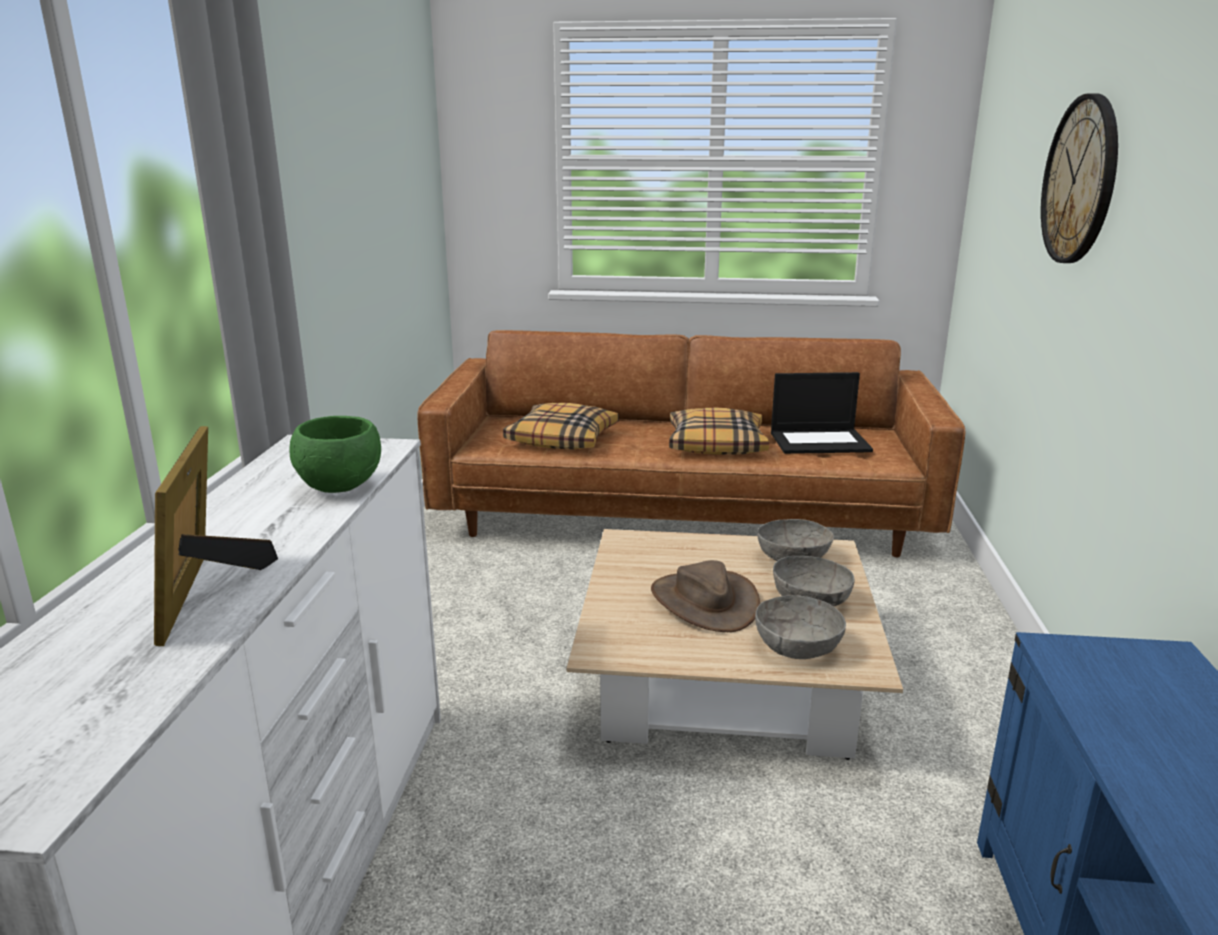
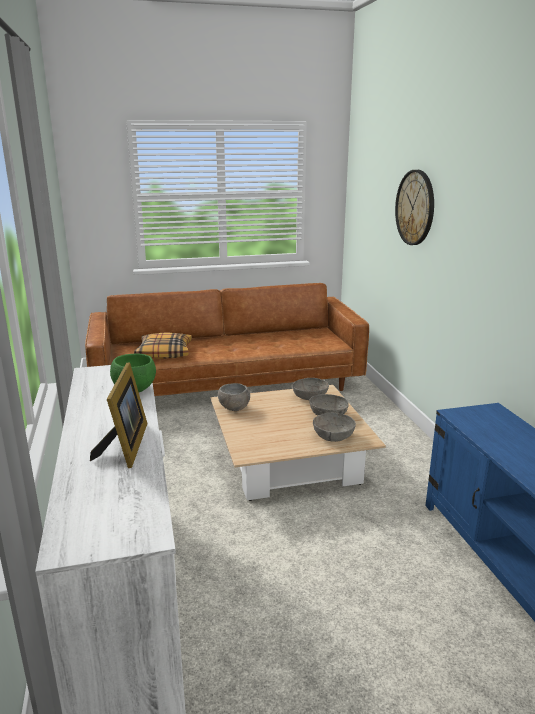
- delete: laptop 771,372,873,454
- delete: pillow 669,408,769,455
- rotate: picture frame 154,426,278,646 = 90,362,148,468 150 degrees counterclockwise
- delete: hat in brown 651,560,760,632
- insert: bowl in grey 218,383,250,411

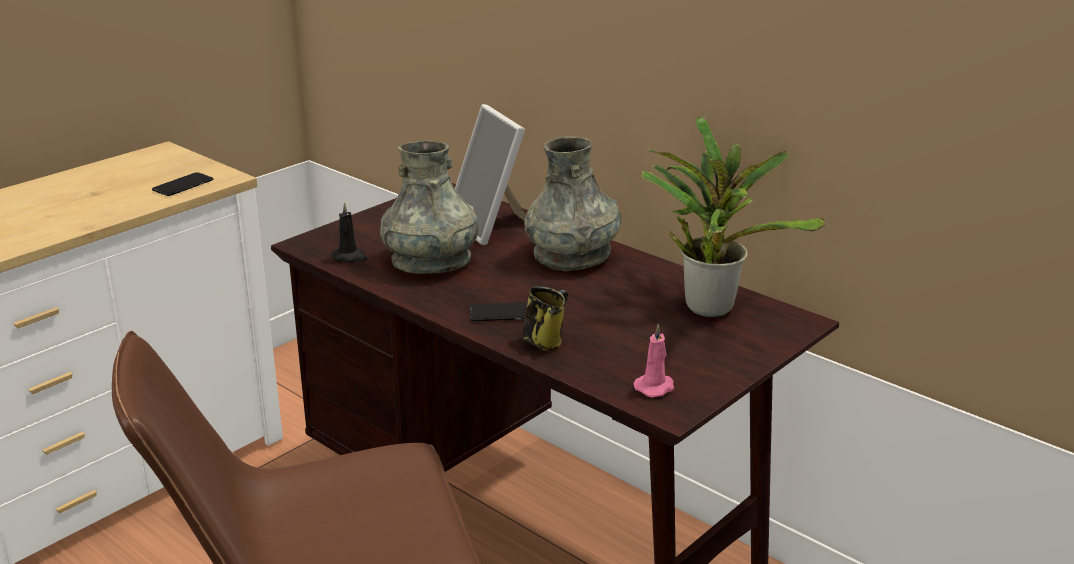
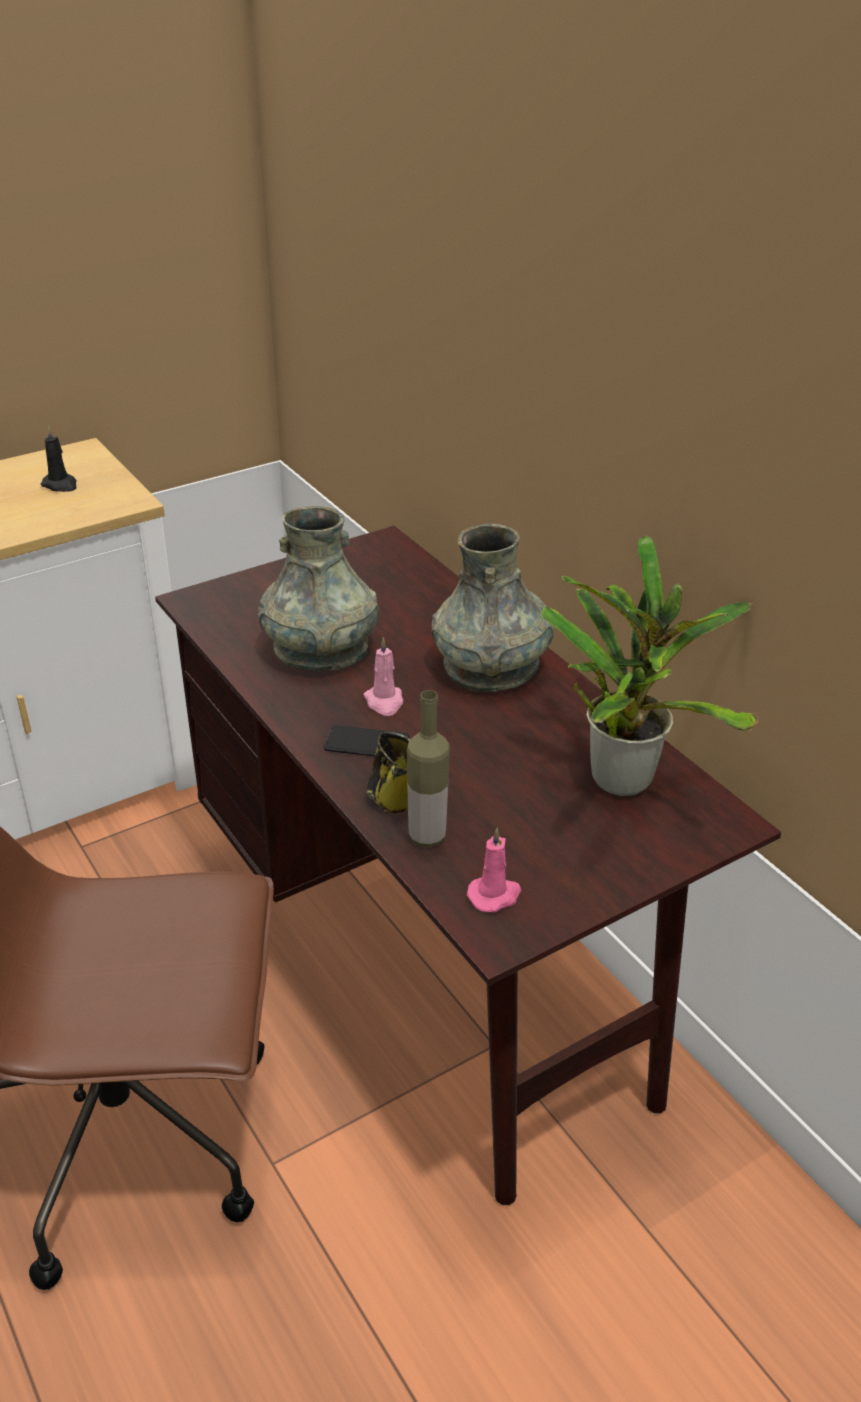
- delete: picture frame 455,104,526,245
- delete: phone 152,172,213,196
- move: candle in black 331,202,367,263 to 41,426,76,492
- insert: candle in pink 364,637,403,716
- insert: bottle 407,690,450,847

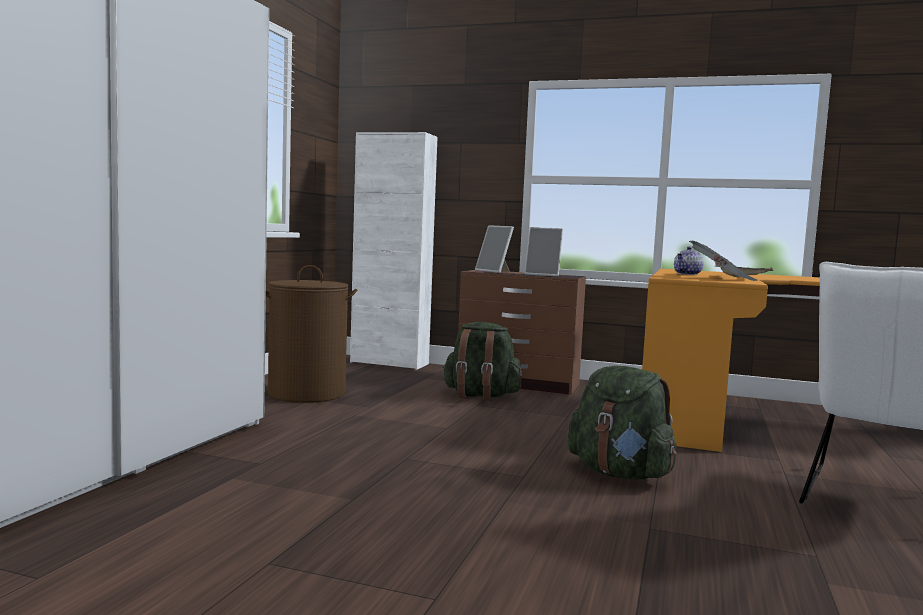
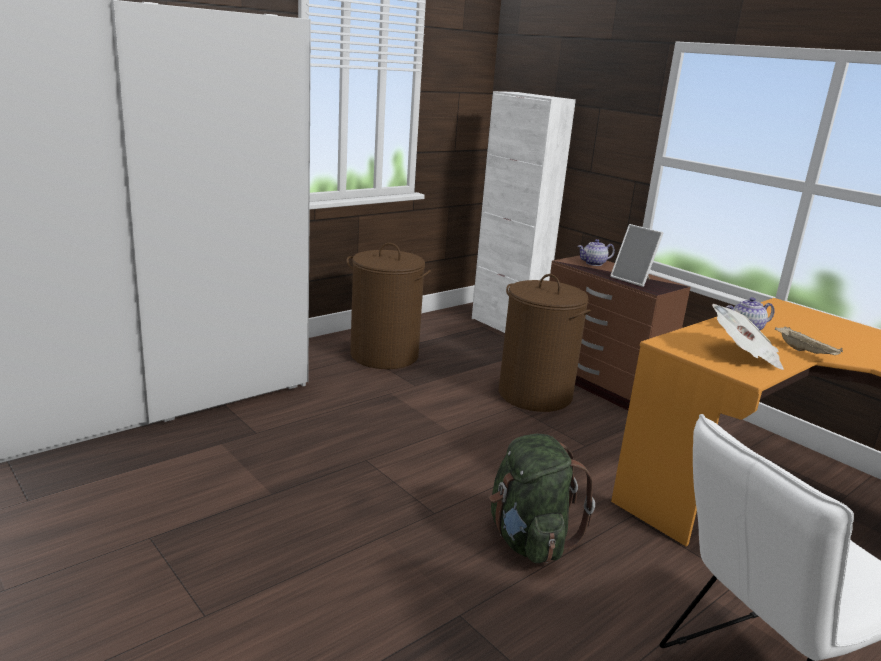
- replace: picture frame 475,225,514,273 to teapot 578,239,615,266
- replace: backpack in green 443,322,522,401 to laundry basket in brown 498,274,591,412

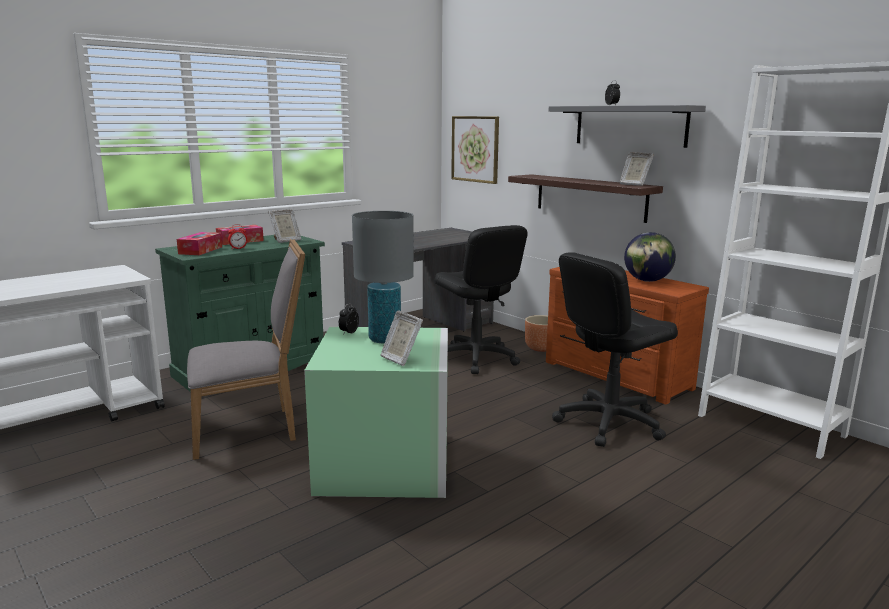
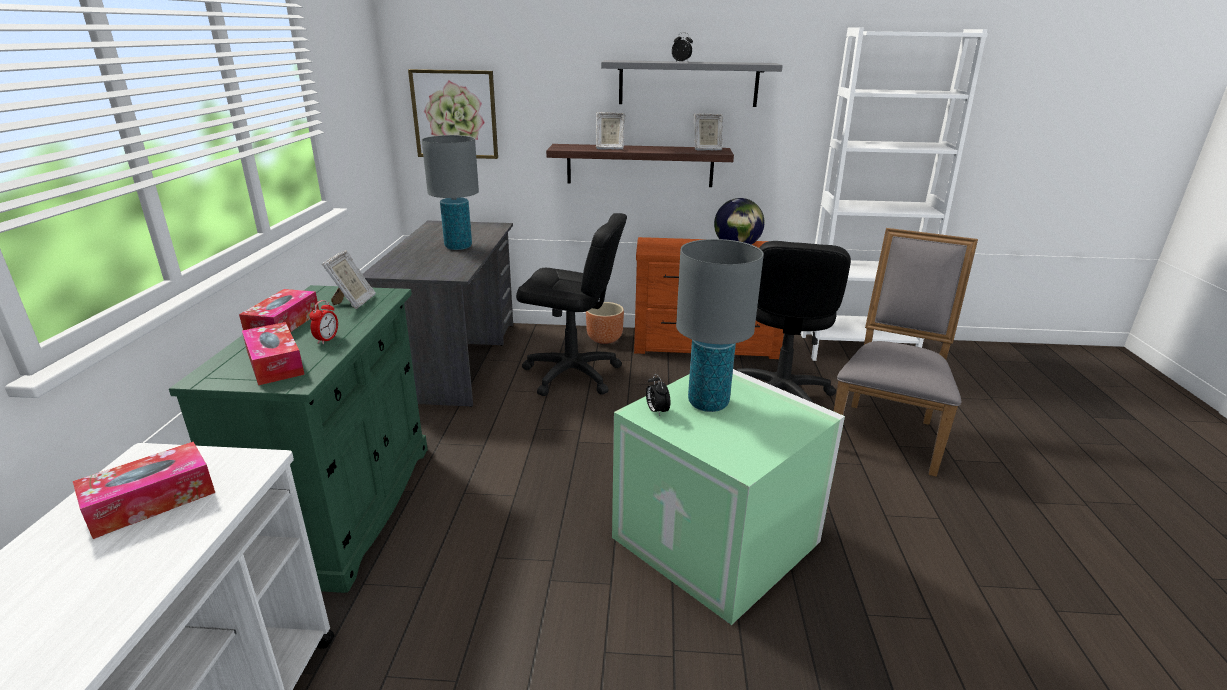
- move: chair in grey 187,239,305,460 to 834,228,978,477
- move: picture frame 381,311,423,366 to 596,112,625,149
- insert: table lamp in grey 421,135,479,250
- insert: tissue box 73,442,215,539

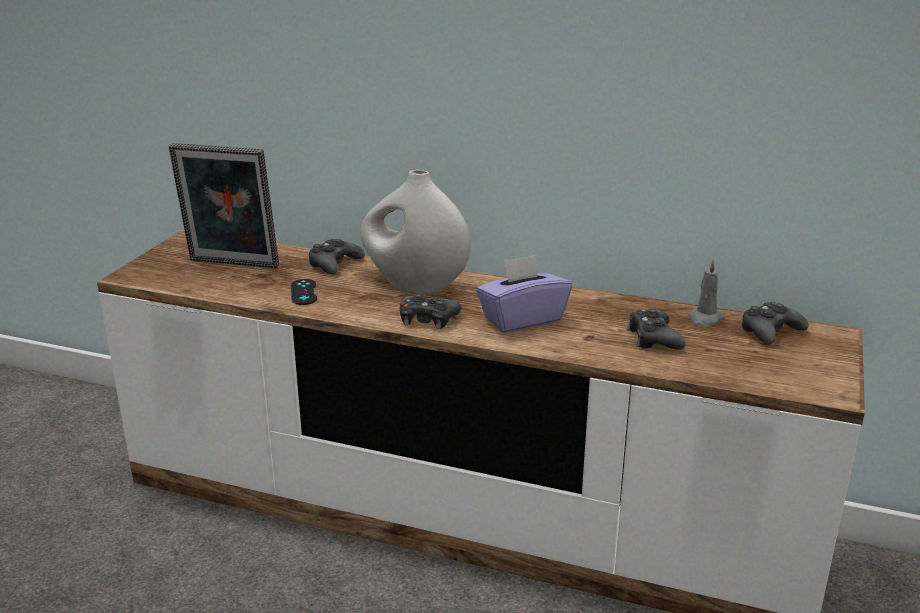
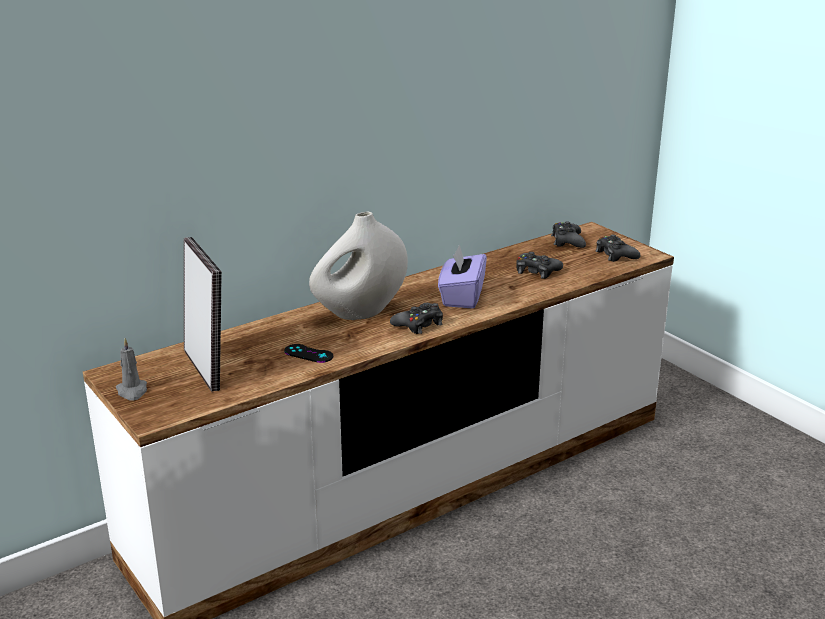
- rotate: picture frame 169,143,279,268 = 184,237,222,392 75 degrees counterclockwise
- move: game controller in black 309,239,365,274 to 596,235,640,262
- move: candle in grey 689,260,724,327 to 116,338,147,401

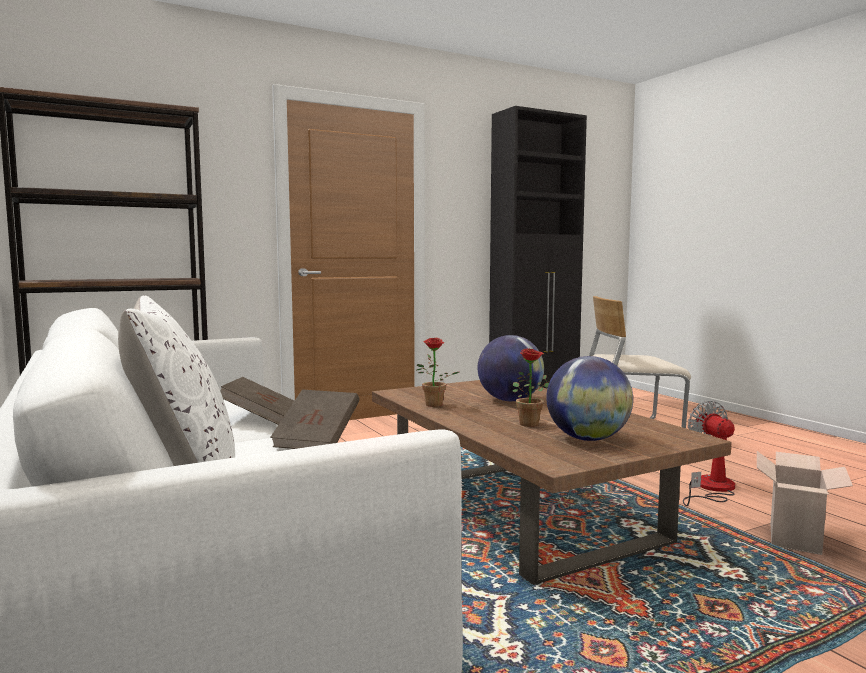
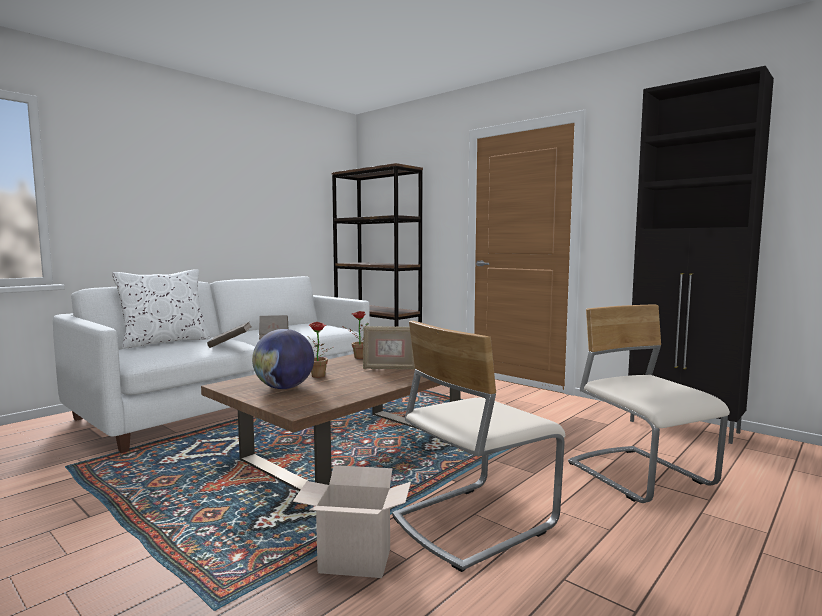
- replace: globe 478,335,544,401 to picture frame 363,326,415,369
- replace: fan 683,401,735,506 to chair in beige 392,321,566,572

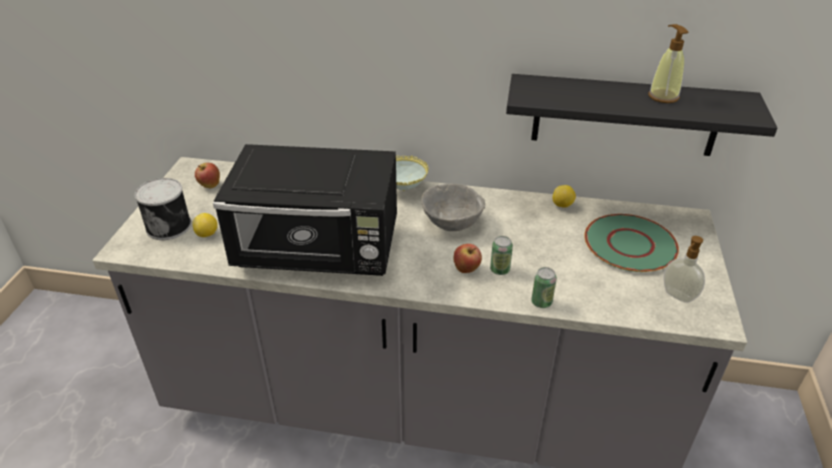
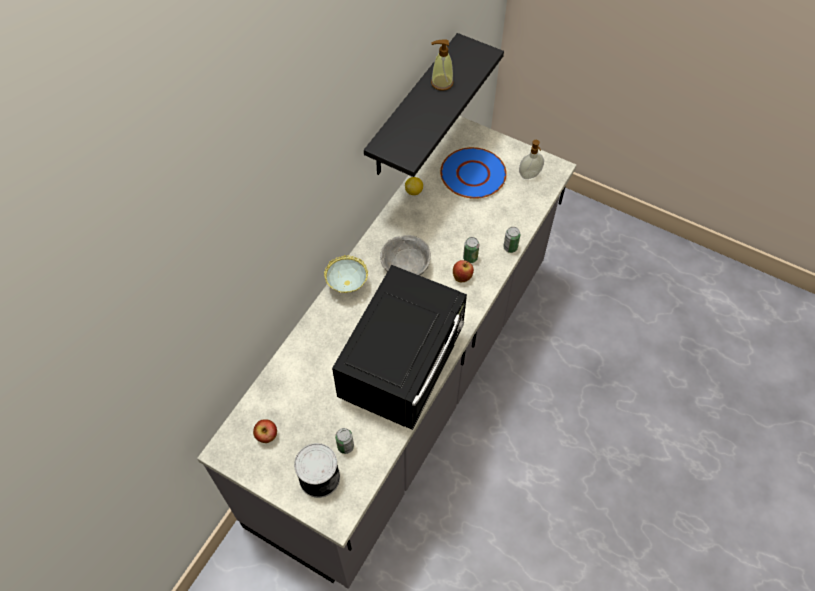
- replace: lemon 192,213,217,237 to can 335,428,354,454
- recolor: plate in green 584,214,679,272 to plate in blue 440,147,507,199

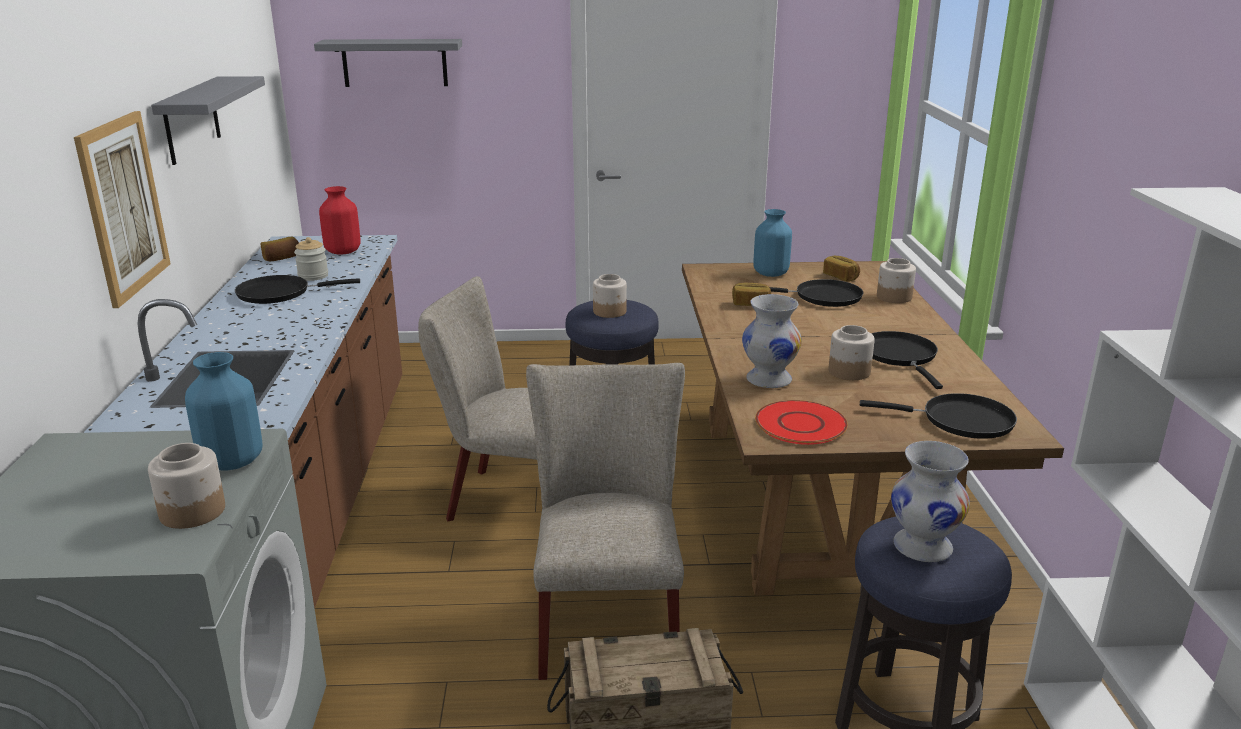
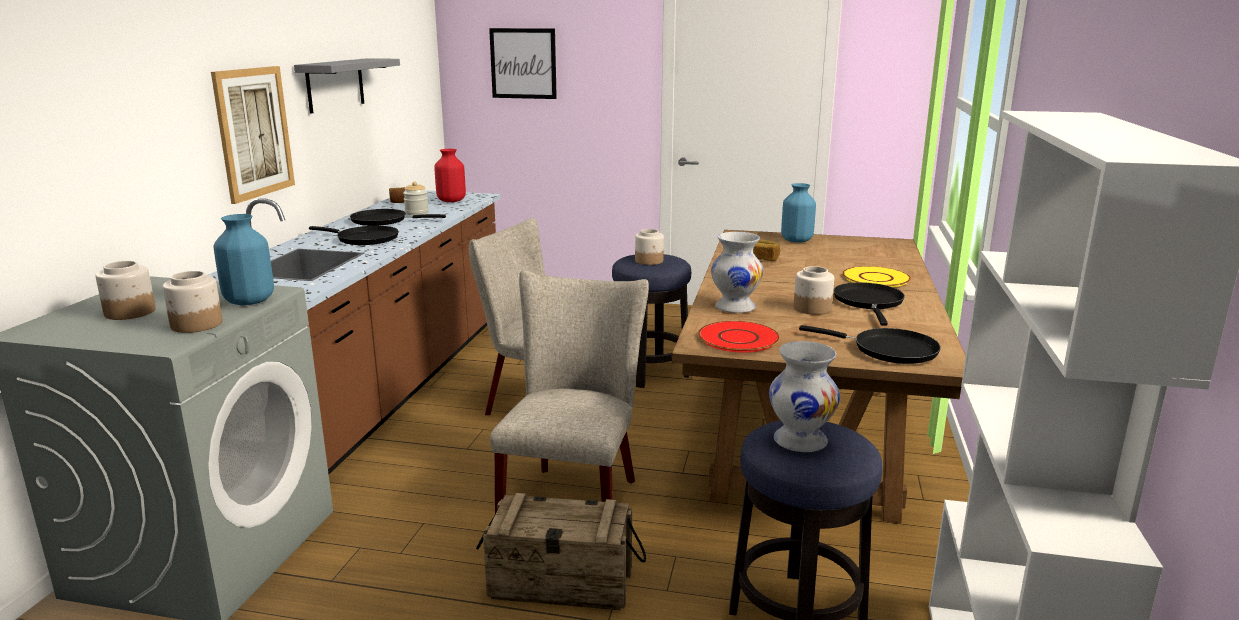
- replace: shelf in grey 314,39,462,87 to picture 489,28,557,99
- delete: bread 823,255,860,281
- move: jar 877,258,916,303 to 96,261,156,320
- move: frying pan in black 770,279,863,307 to 309,226,399,245
- insert: plate in yellow 842,266,911,287

